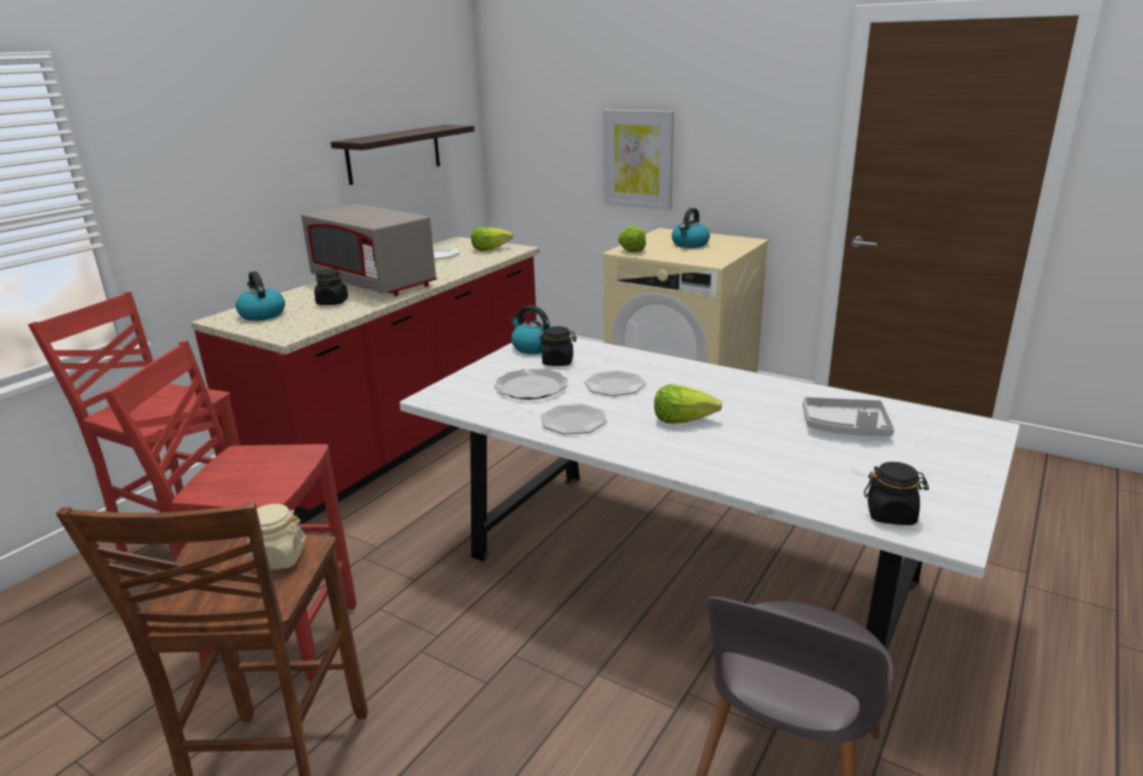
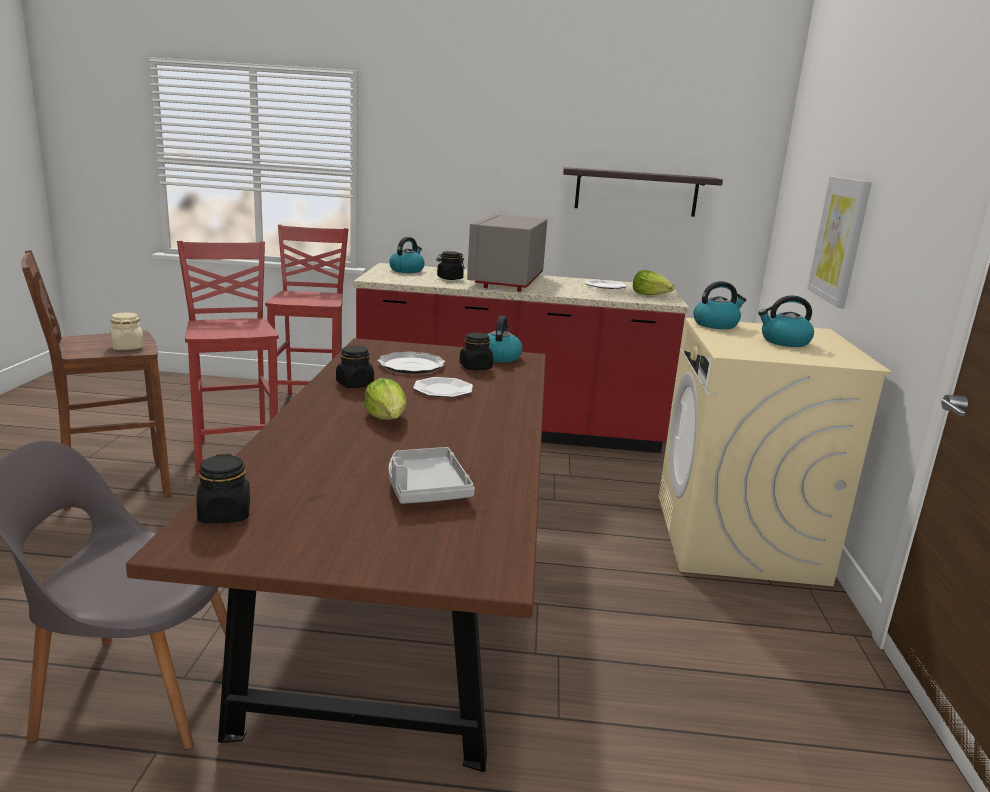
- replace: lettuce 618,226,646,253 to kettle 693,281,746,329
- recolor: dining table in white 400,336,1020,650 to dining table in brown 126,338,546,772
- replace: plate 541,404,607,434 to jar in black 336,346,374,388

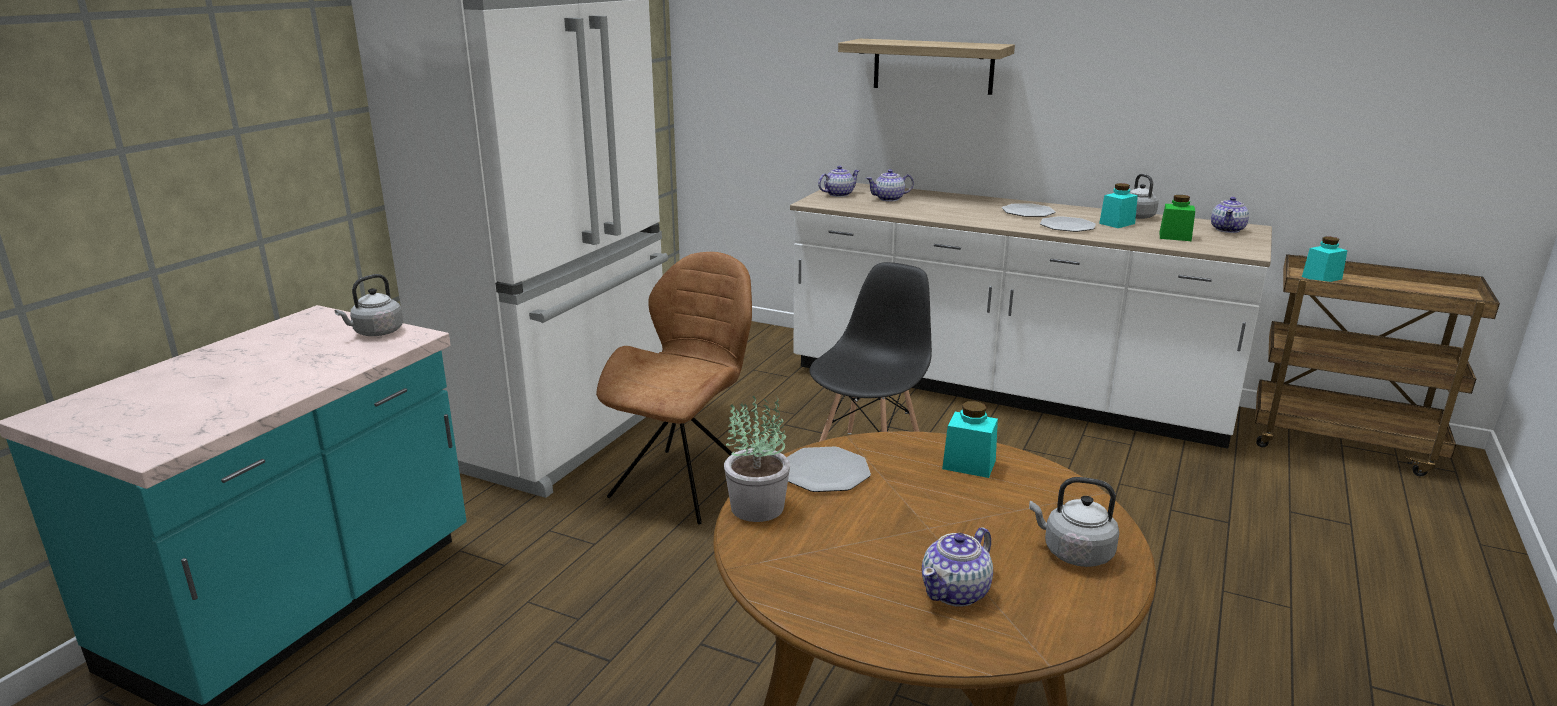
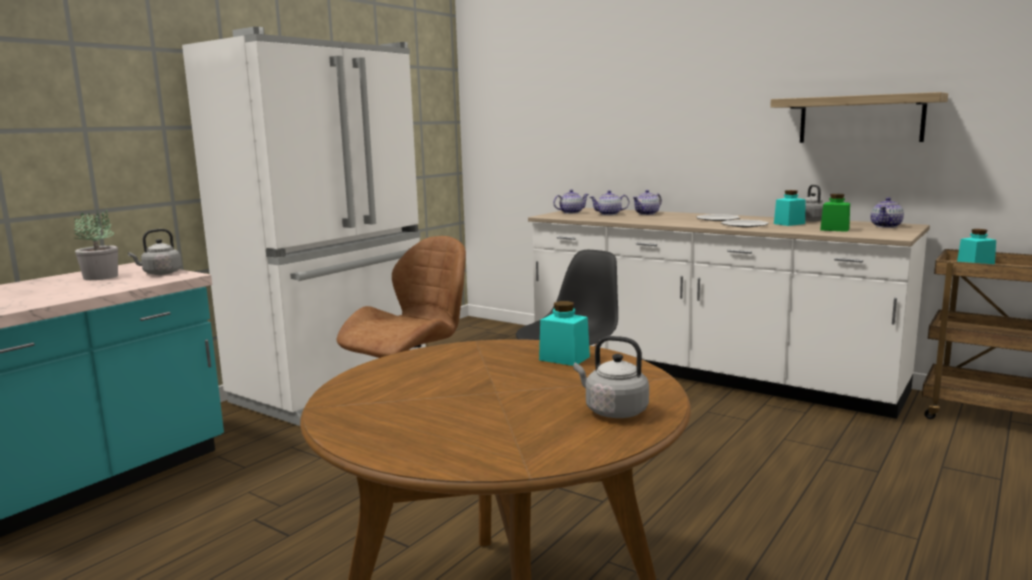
- move: shelf 838,39,1015,95 to 770,92,948,143
- move: potted plant 724,396,790,522 to 74,209,118,280
- delete: plate 787,447,871,492
- move: teapot 922,527,993,607 to 632,190,662,215

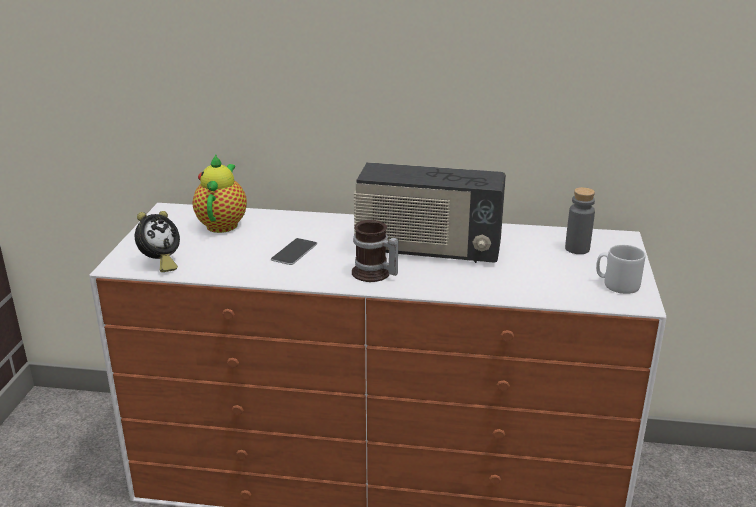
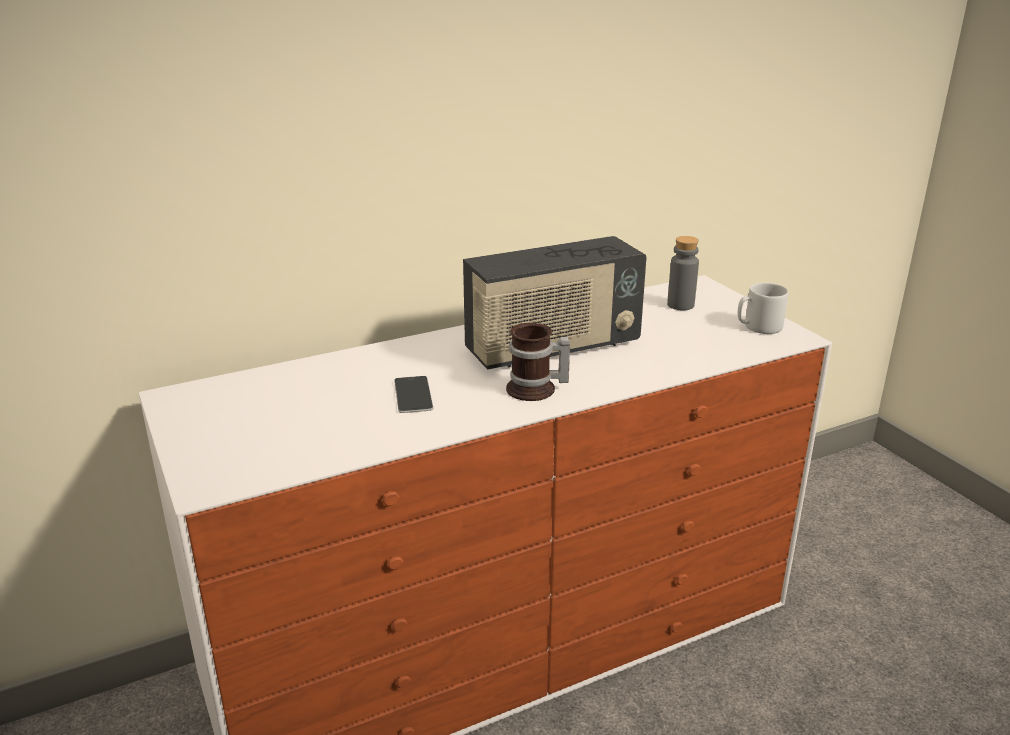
- delete: teapot 193,155,247,233
- delete: alarm clock 135,211,180,272

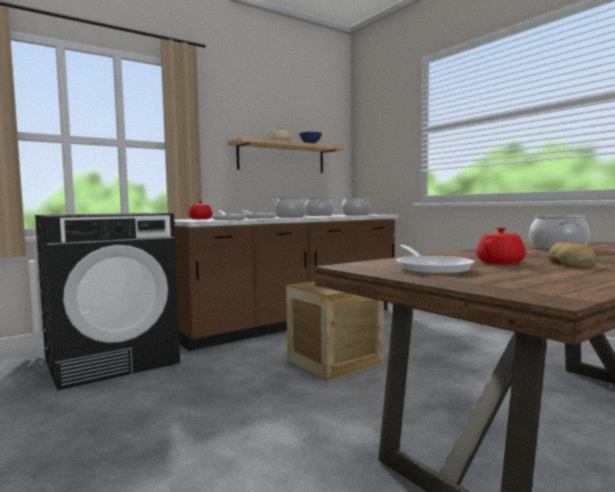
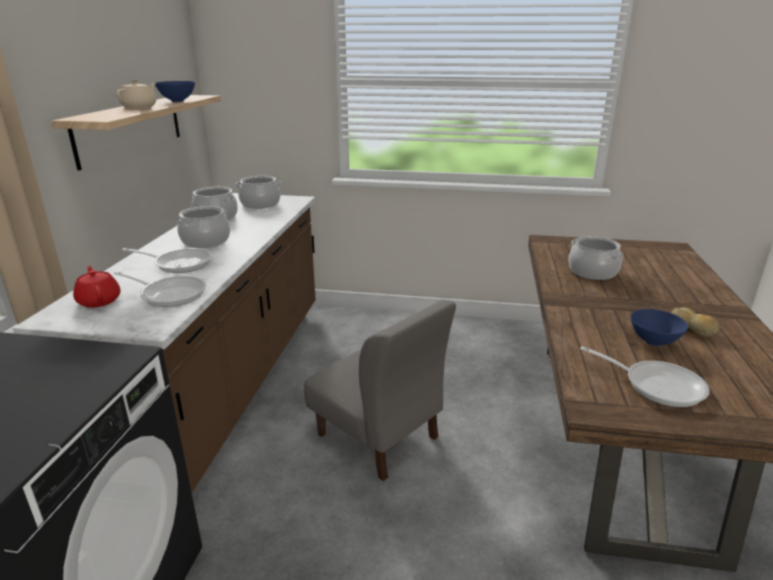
- replace: teapot in red 476,228,526,265 to bowl in blue 631,309,688,346
- replace: crate 286,281,384,381 to chair in grey 304,300,456,481

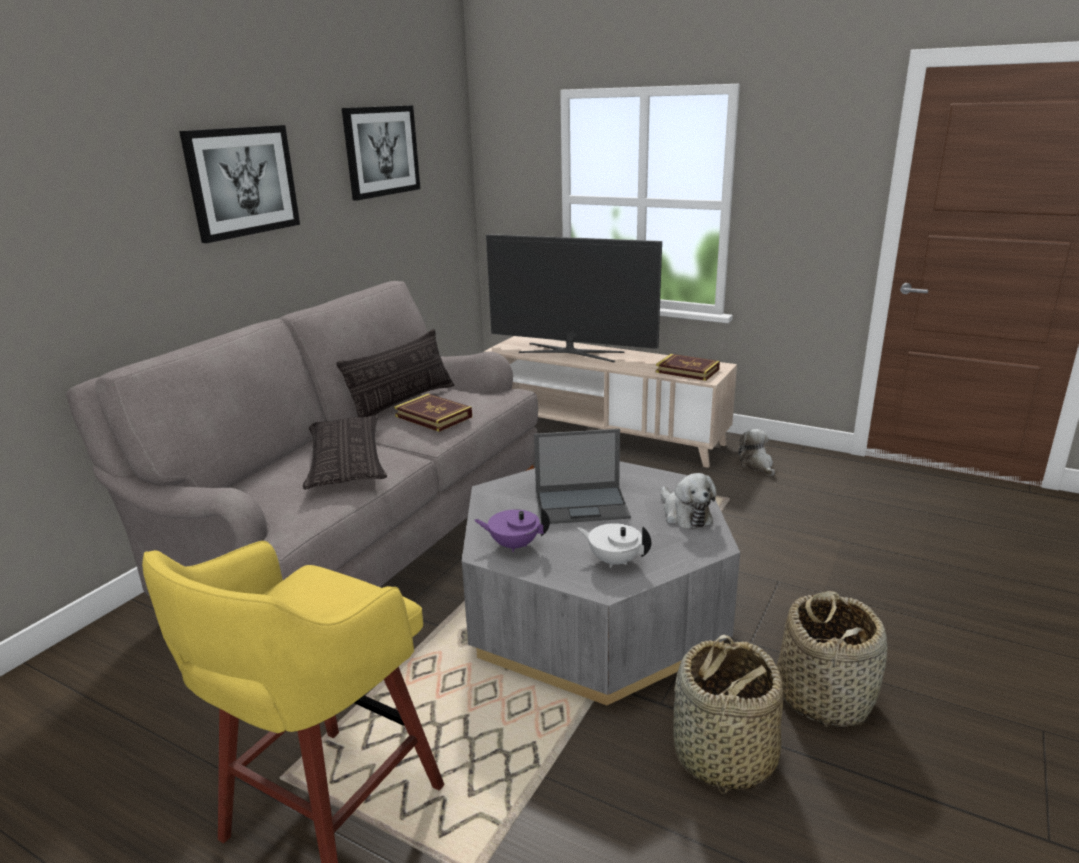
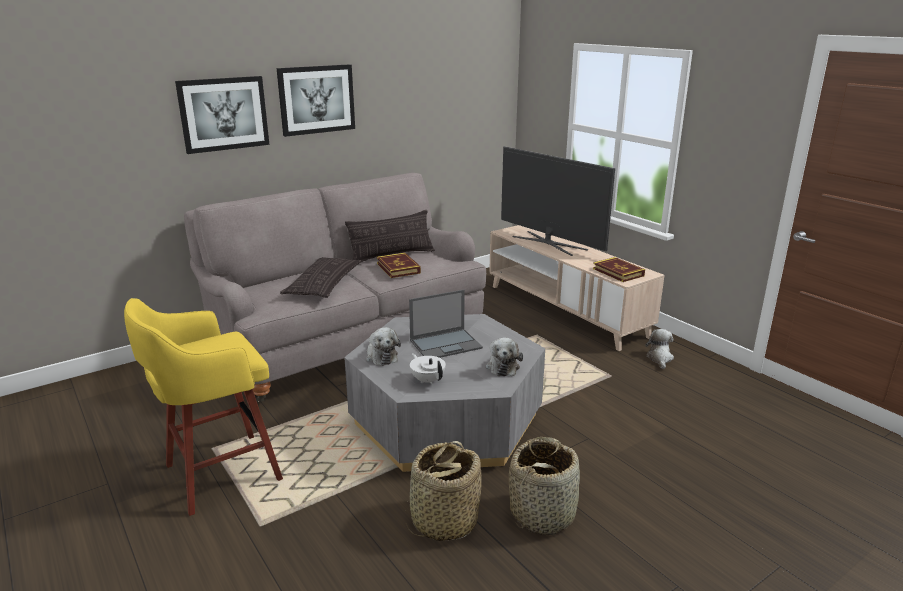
- move: picture 342,105,420,201 to 175,76,269,154
- rotate: laptop 534,429,631,524 = 409,290,483,358 45 degrees counterclockwise
- replace: teapot in purple 474,507,550,552 to plush toy 366,327,401,366

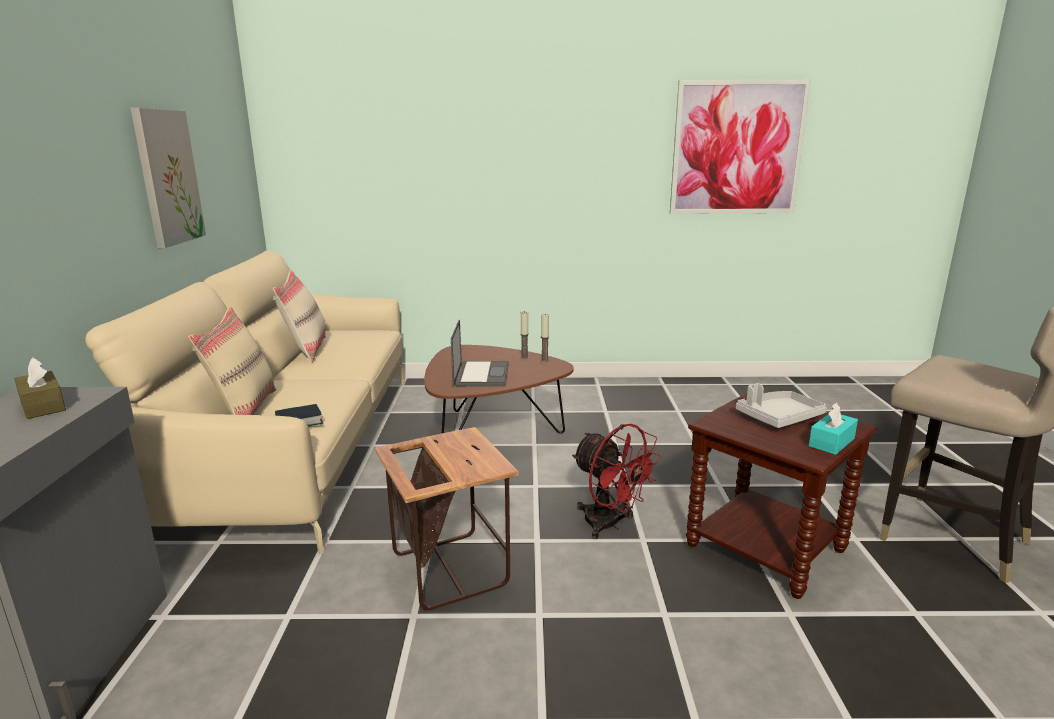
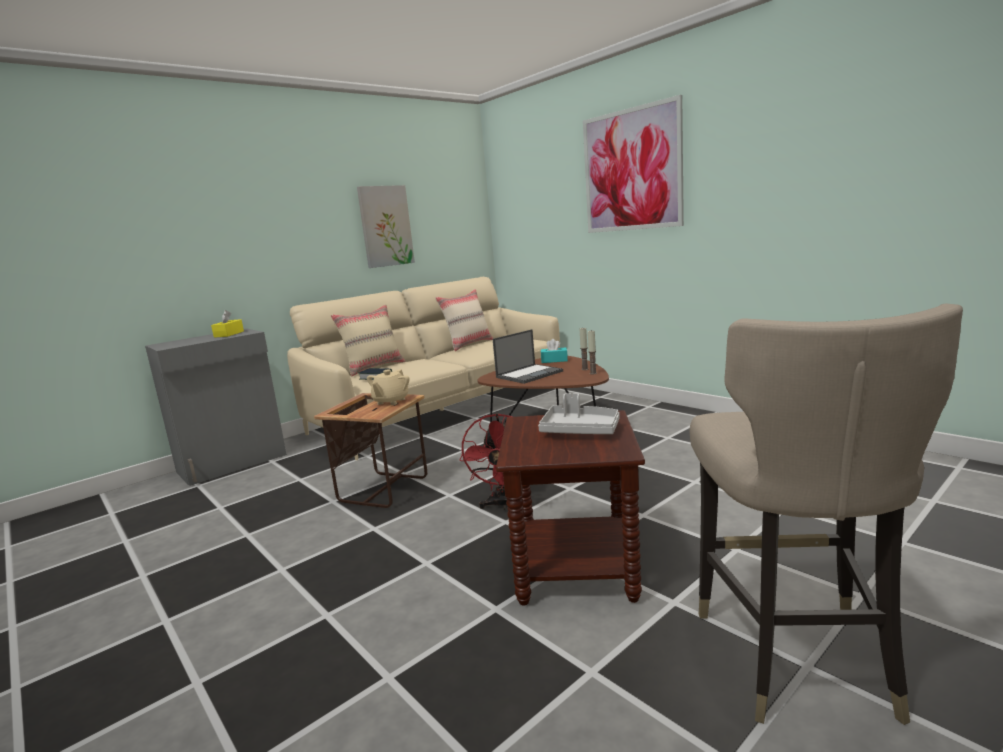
- move: picture 670,80,811,214 to 583,95,684,233
- recolor: tissue box in brown 14,357,66,419 to tissue box in yellow 211,310,244,338
- move: tissue box in turquoise 809,402,858,455 to 541,339,568,363
- insert: teapot in beige 367,369,410,405

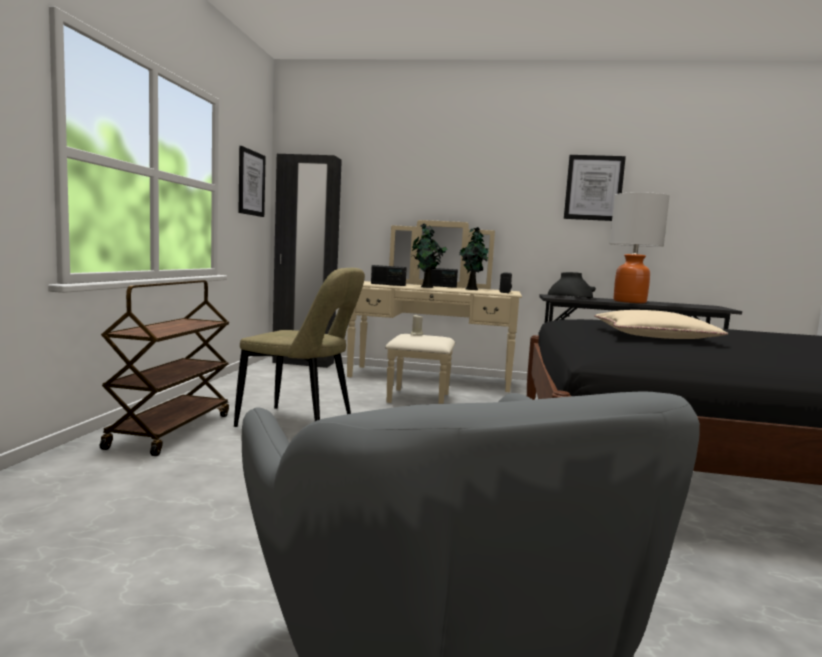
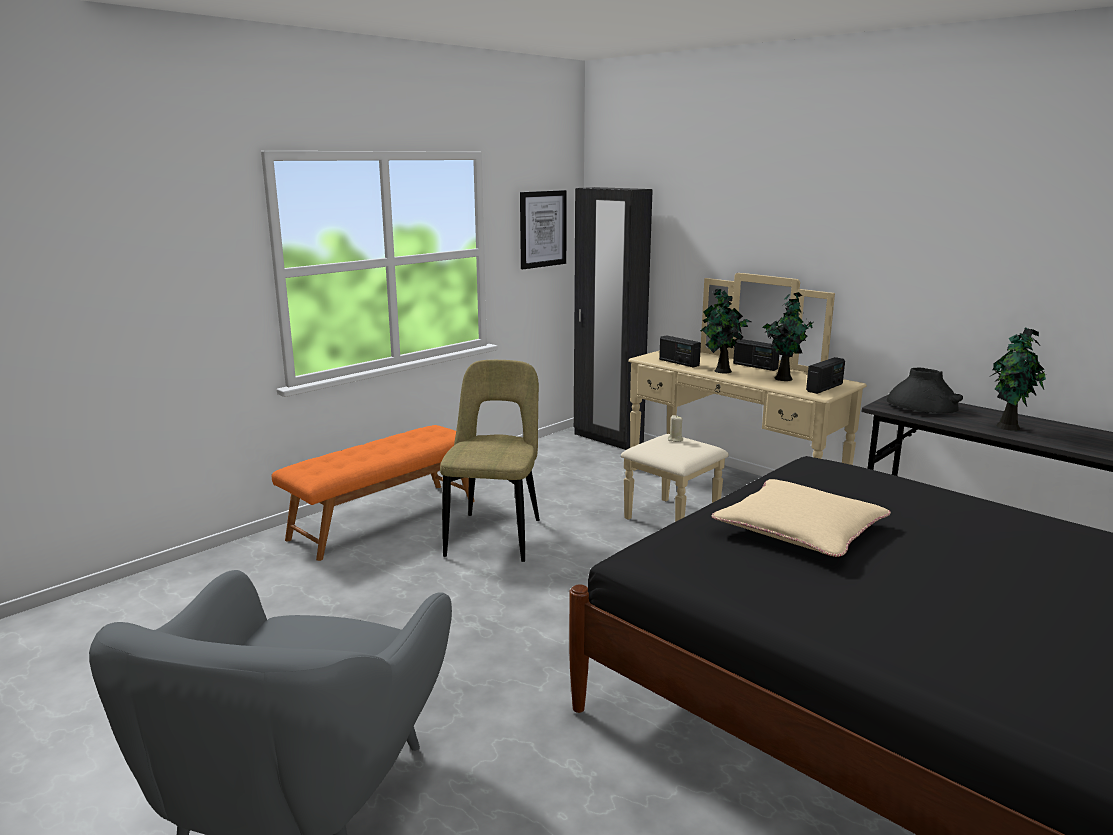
- delete: picture 564,155,626,221
- replace: table lamp 609,192,670,303 to potted plant 991,327,1046,431
- rotate: chair in beige 234,268,365,427 = 440,360,540,562 135 degrees counterclockwise
- replace: cart in brown 100,280,229,456 to bench in orange 272,425,475,561

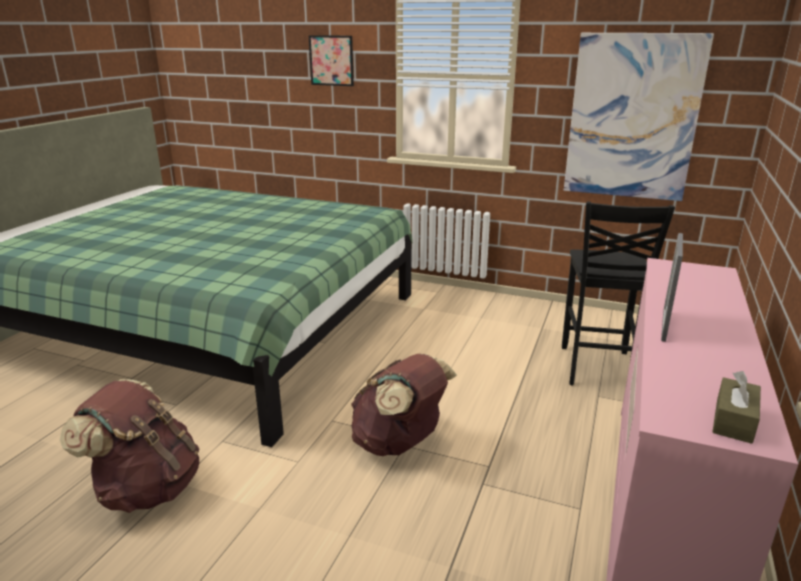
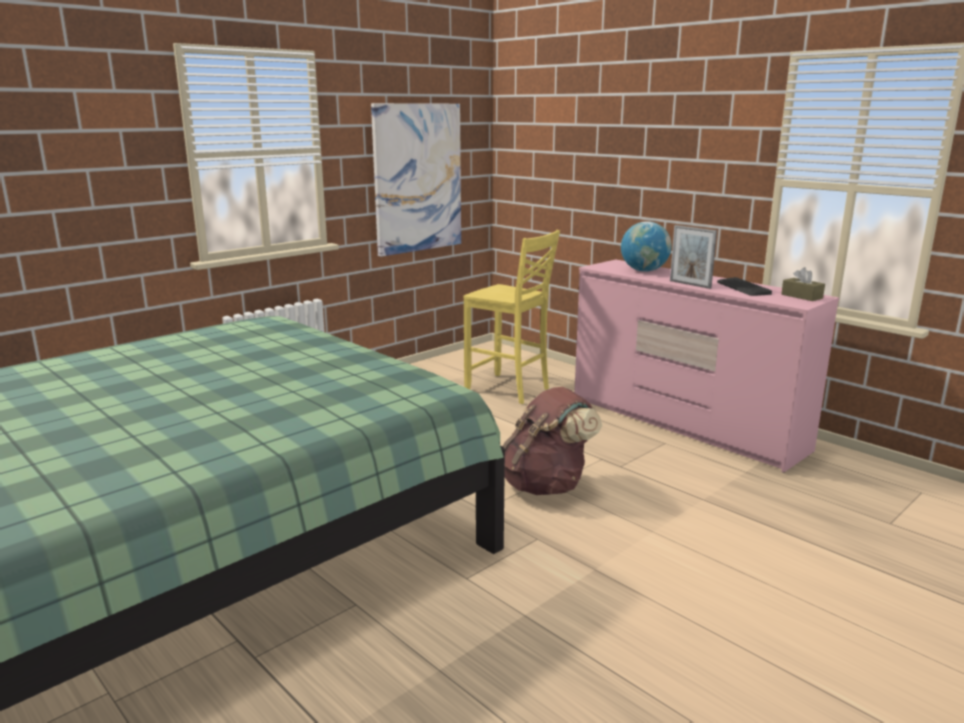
- delete: picture 309,35,354,86
- recolor: chair in black 562,202,675,386 to chair in yellow 463,230,560,404
- delete: backpack in brown 60,379,199,513
- insert: globe 621,221,672,272
- insert: keyboard 717,277,772,296

